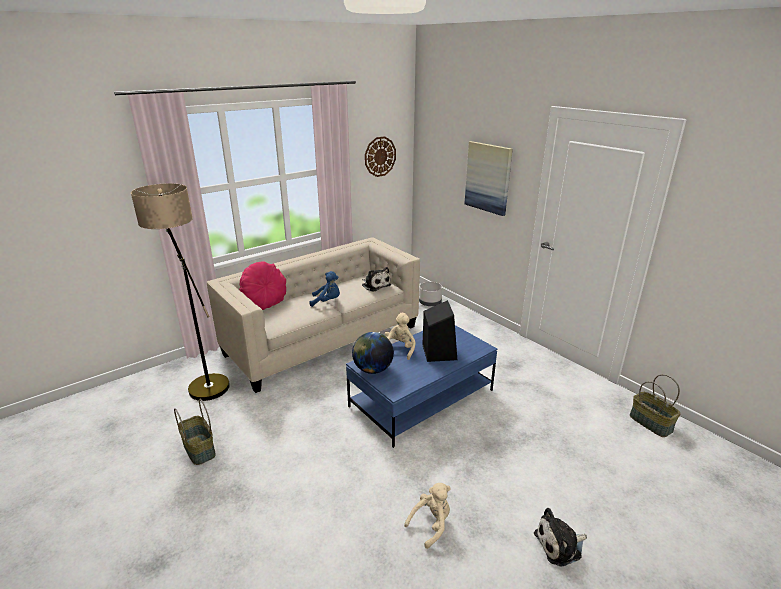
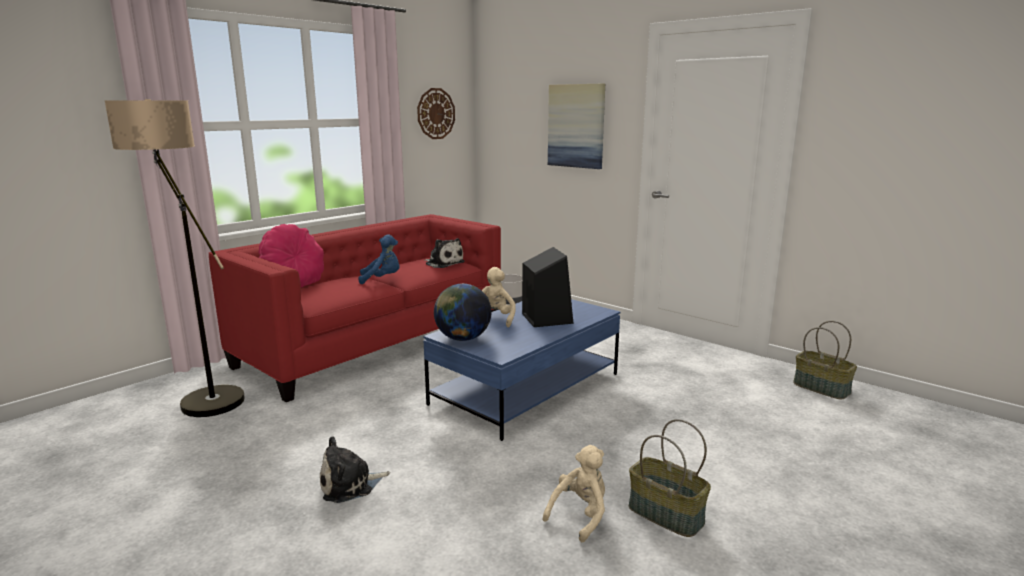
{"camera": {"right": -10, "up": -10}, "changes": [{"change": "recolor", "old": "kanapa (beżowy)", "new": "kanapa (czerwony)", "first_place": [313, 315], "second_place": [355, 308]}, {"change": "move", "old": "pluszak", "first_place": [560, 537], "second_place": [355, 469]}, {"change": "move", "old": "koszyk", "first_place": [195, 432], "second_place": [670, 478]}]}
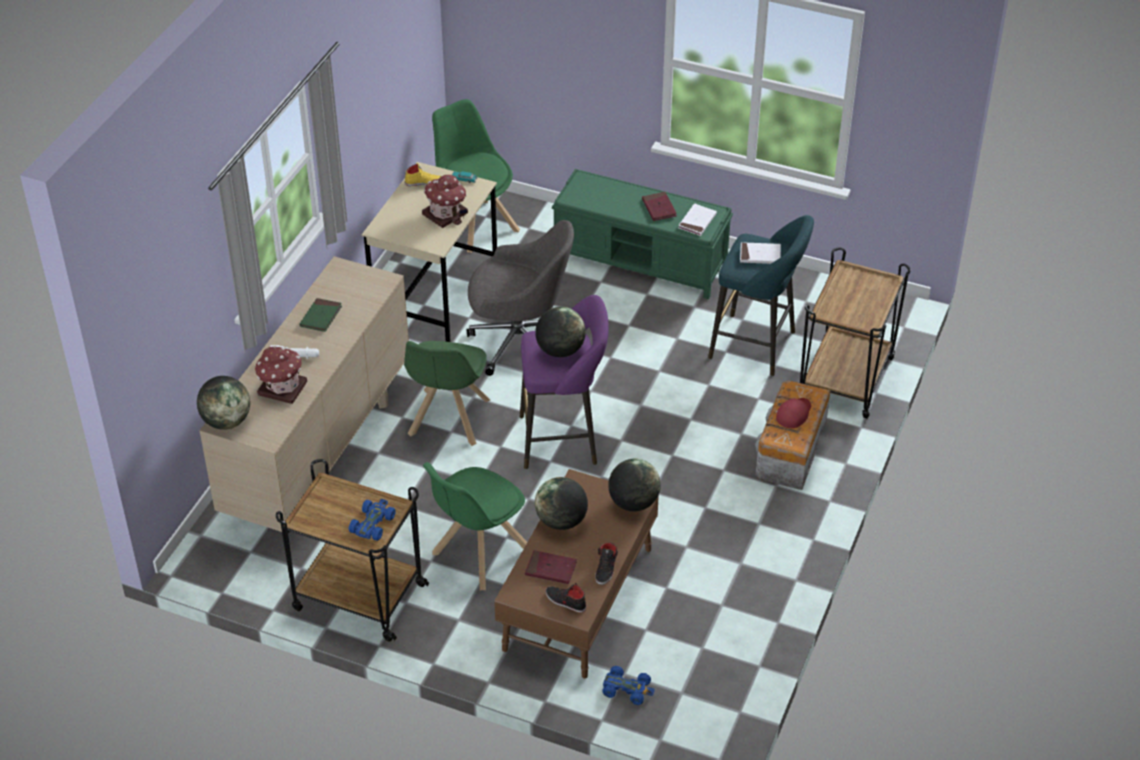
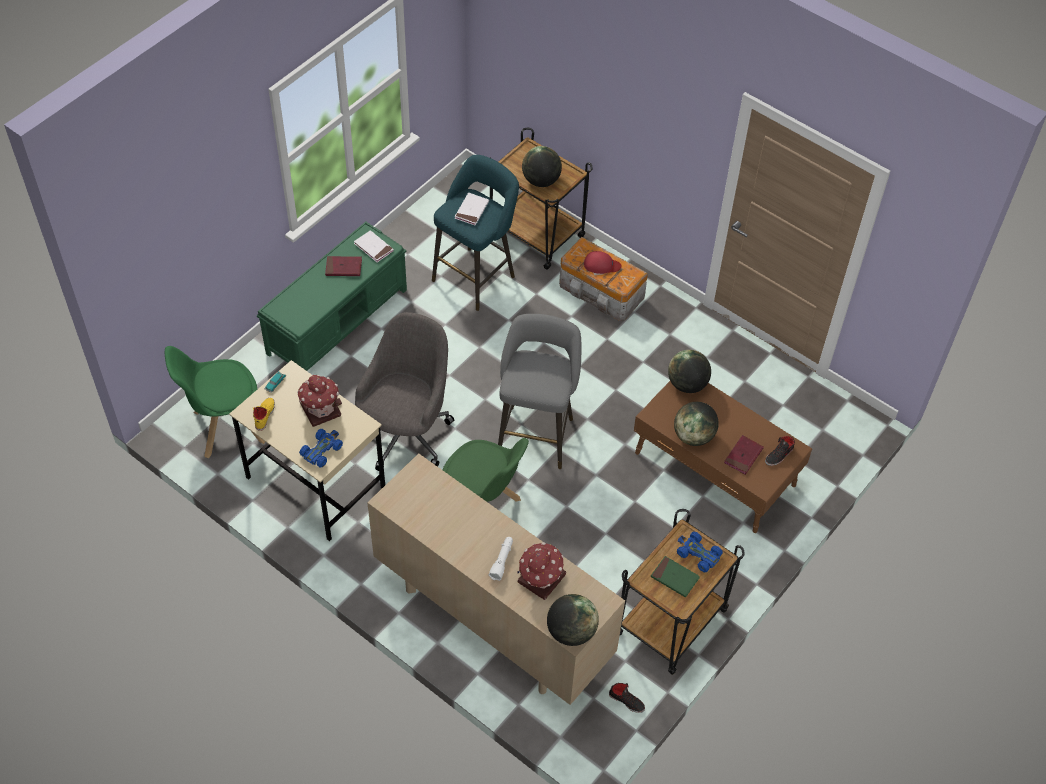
{"camera": {"right": -75, "up": 10}, "changes": [{"change": "move", "old": "samochodzik (niebieski)", "first_place": [628, 685], "second_place": [321, 448]}, {"change": "recolor", "old": "stołek (fioletowy)", "new": "stołek (szary)", "first_place": [564, 382], "second_place": [540, 391]}, {"change": "move", "old": "globus", "first_place": [560, 332], "second_place": [542, 166]}, {"change": "rotate", "old": "czapka z daszkiem (czerwony)", "first_place": [793, 413], "second_place": [603, 262], "degrees": 135}, {"change": "move", "old": "but (czarny)", "first_place": [606, 564], "second_place": [627, 698]}, {"change": "move", "old": "książka (zielony)", "first_place": [320, 315], "second_place": [675, 577]}, {"change": "delete", "old": "krzesło (zielony)", "first_place": [475, 526]}]}
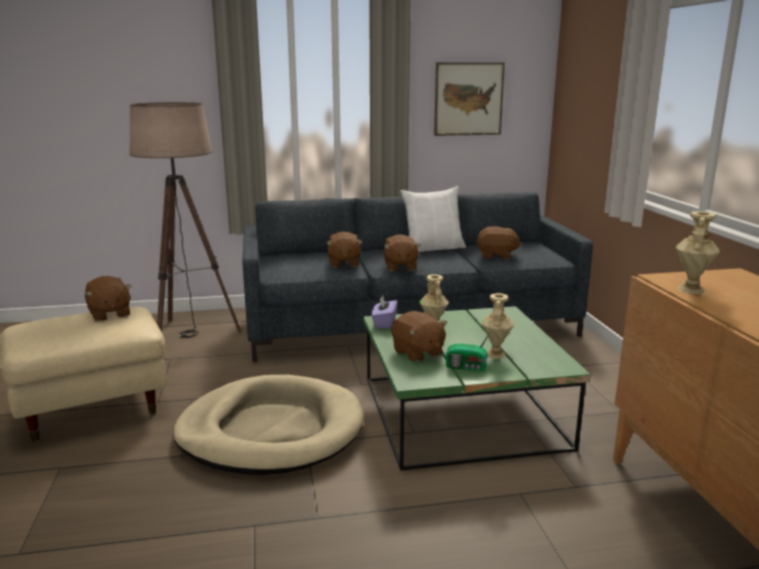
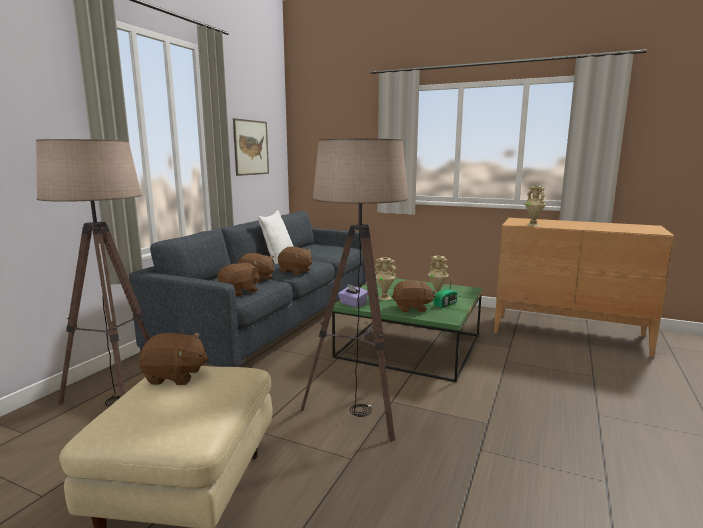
{"camera": {"right": -55, "up": -5}, "changes": [{"change": "move", "old": "pluszak (brązowy)", "first_place": [499, 242], "second_place": [238, 279]}, {"change": "replace", "old": "legowisko (beżowy)", "new": "lampa stojąca", "first_place": [268, 425], "second_place": [354, 290]}]}
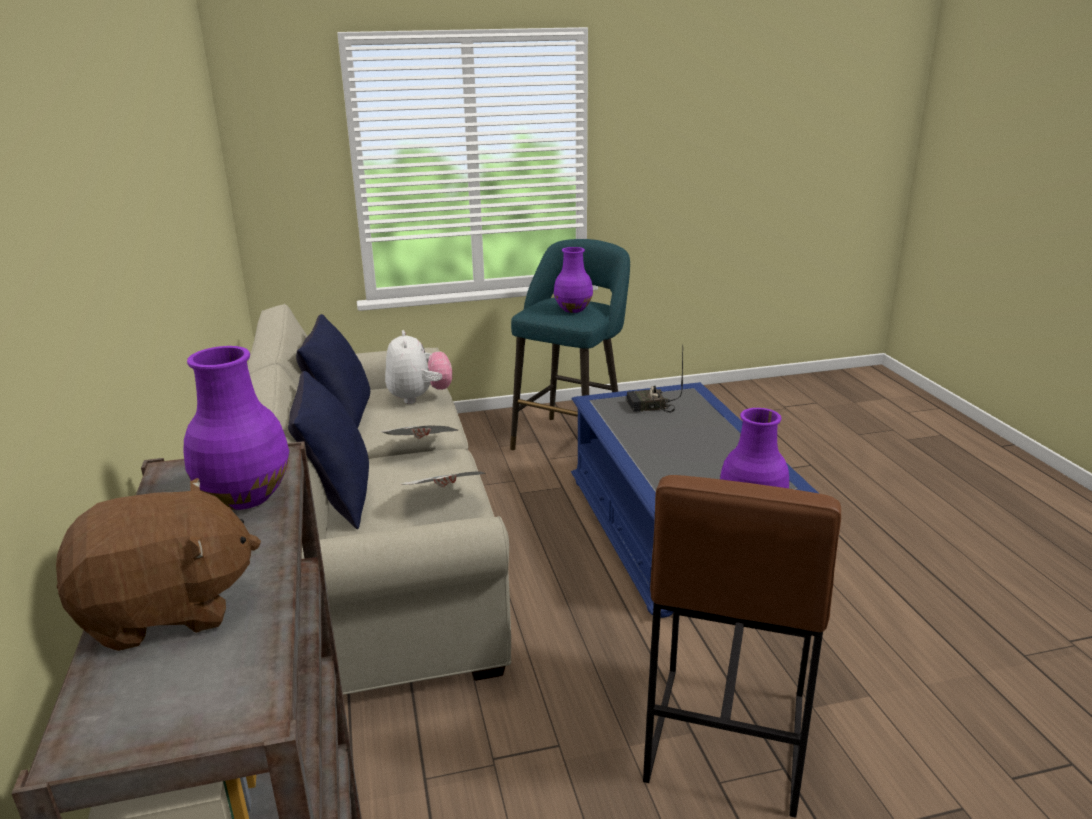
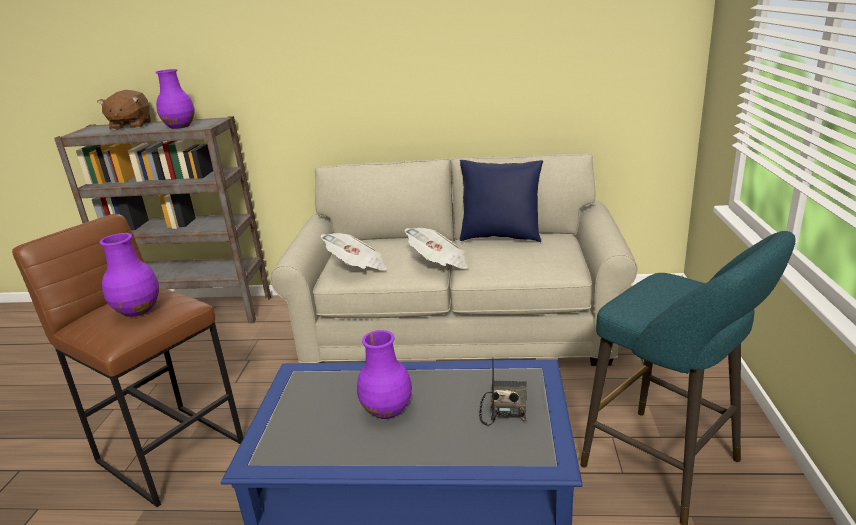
{"camera": {"right": 110, "up": 0}, "changes": [{"change": "move", "old": "wazon (fioletowy)", "first_place": [573, 280], "second_place": [384, 374]}, {"change": "delete", "old": "poduszka (niebieski)", "first_place": [328, 450]}, {"change": "delete", "old": "pluszak", "first_place": [418, 367]}]}
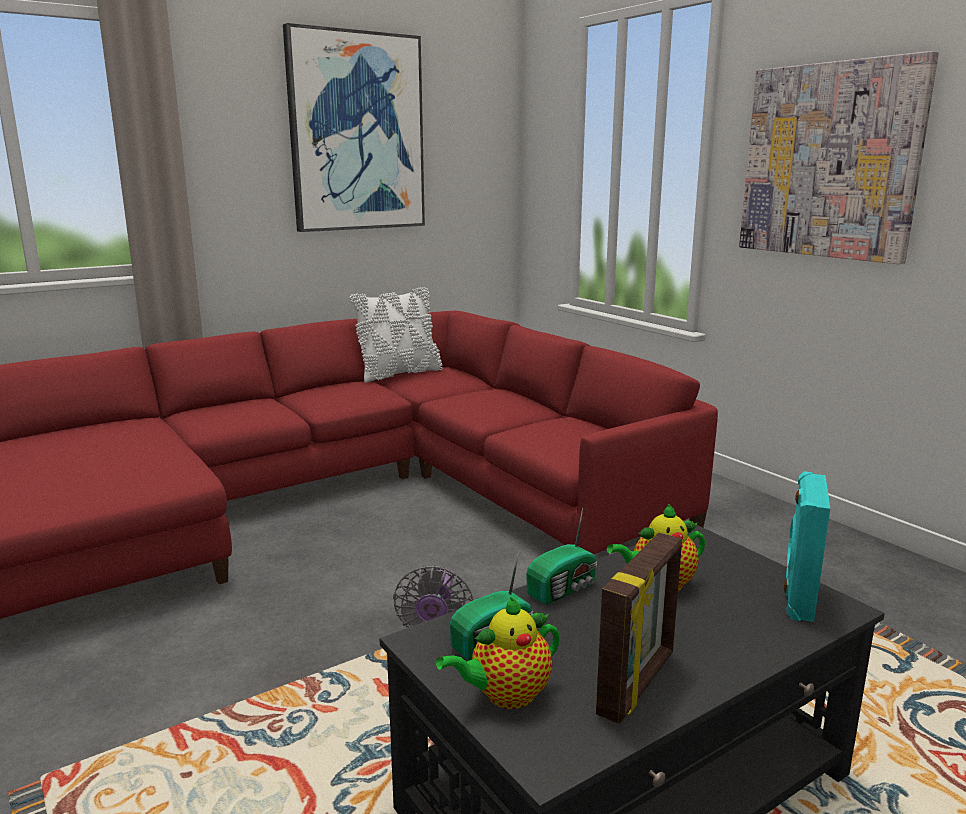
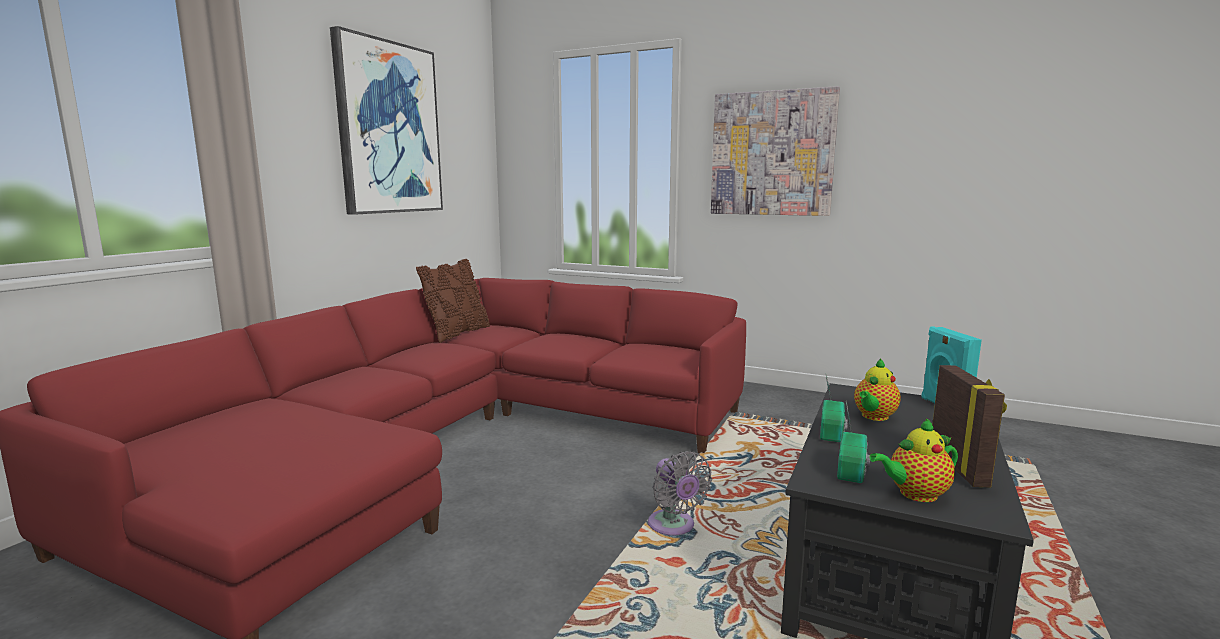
{"camera": {"right": -30, "up": -5}, "changes": [{"change": "recolor", "old": "poduszka (biały)", "new": "poduszka (brązowy)", "first_place": [396, 335], "second_place": [453, 301]}, {"change": "rotate", "old": "imbryk", "first_place": [498, 653], "second_place": [913, 460], "degrees": 45}]}
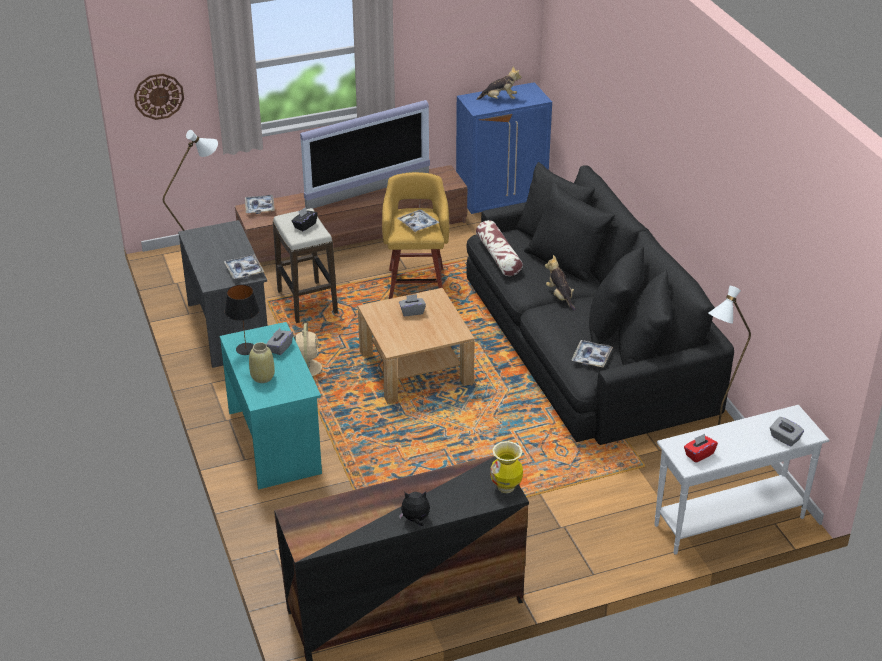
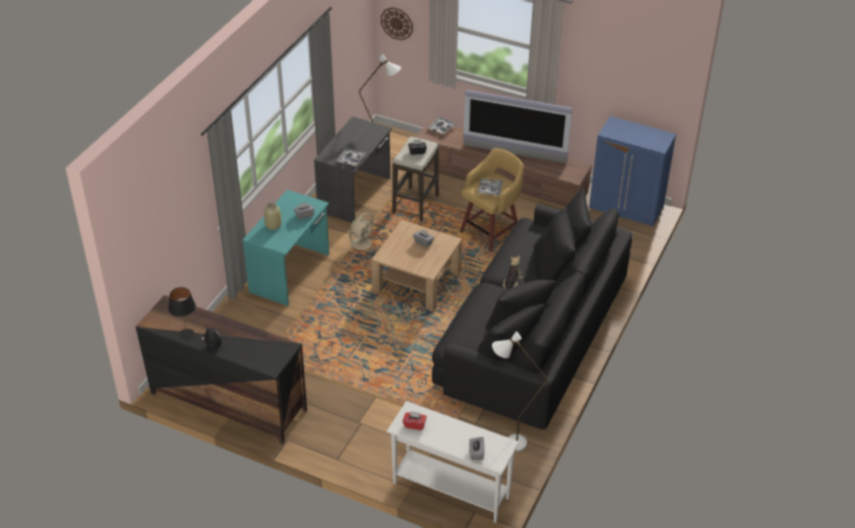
{"camera": {"right": 45, "up": 5}, "changes": [{"change": "move", "old": "lampa stołowa (czarny)", "first_place": [242, 319], "second_place": [182, 313]}, {"change": "delete", "old": "pluszak", "first_place": [499, 83]}, {"change": "delete", "old": "poduszka", "first_place": [499, 248]}, {"change": "delete", "old": "wazon", "first_place": [506, 467]}, {"change": "delete", "old": "taca", "first_place": [592, 354]}]}
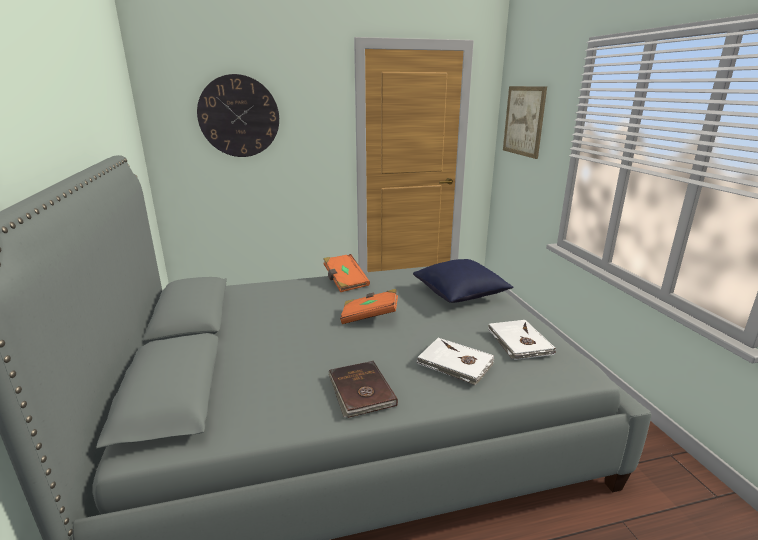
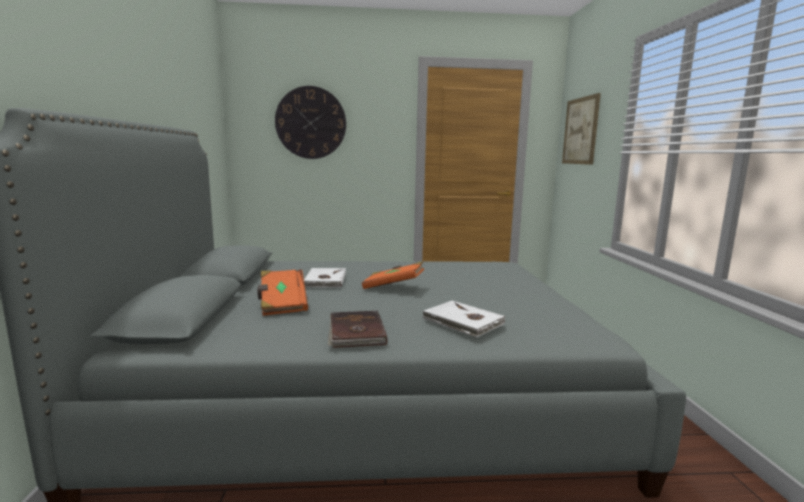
{"camera": {"right": 10, "up": -10}, "changes": [{"change": "move", "old": "książka (pomarańczowy)", "first_place": [346, 273], "second_place": [282, 293]}, {"change": "move", "old": "książka (biały)", "first_place": [522, 340], "second_place": [325, 278]}, {"change": "delete", "old": "poduszka (niebieski)", "first_place": [463, 281]}]}
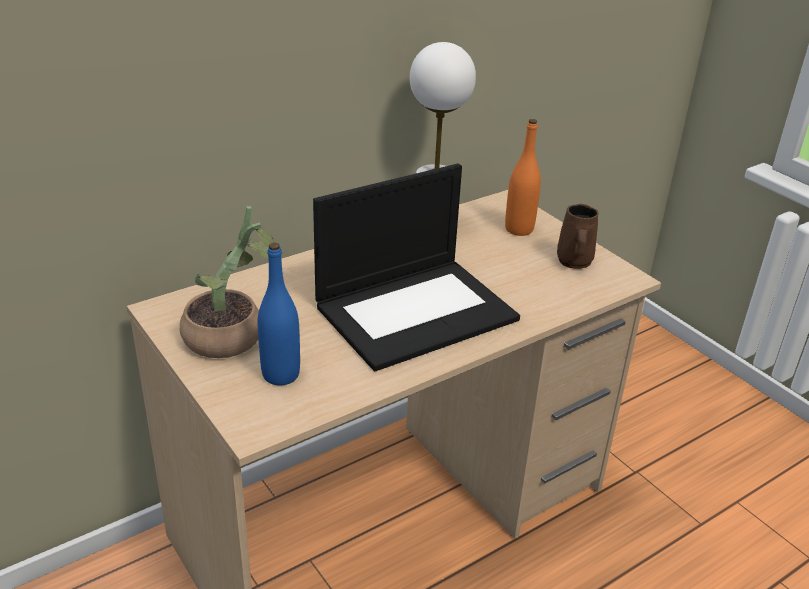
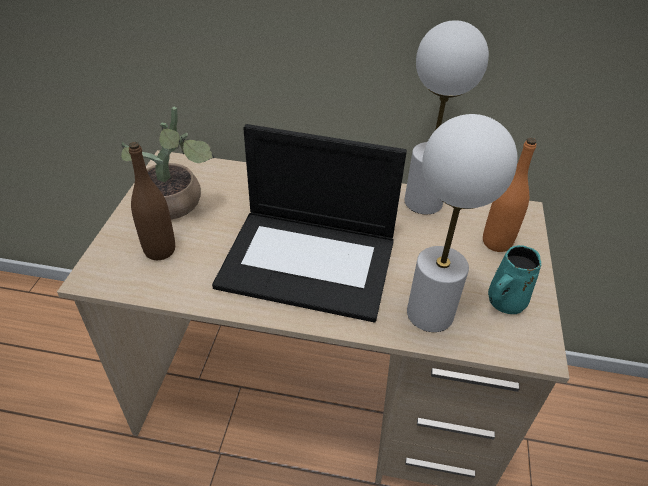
{"camera": {"right": 45, "up": 10}, "changes": [{"change": "recolor", "old": "butelka (niebieski)", "new": "butelka (brązowy)", "first_place": [279, 313], "second_place": [152, 201]}, {"change": "insert", "new": "lampa stołowa (biały)", "second_place": [462, 223]}, {"change": "recolor", "old": "kubek (brązowy)", "new": "kubek (turkusowy)", "first_place": [578, 236], "second_place": [514, 279]}]}
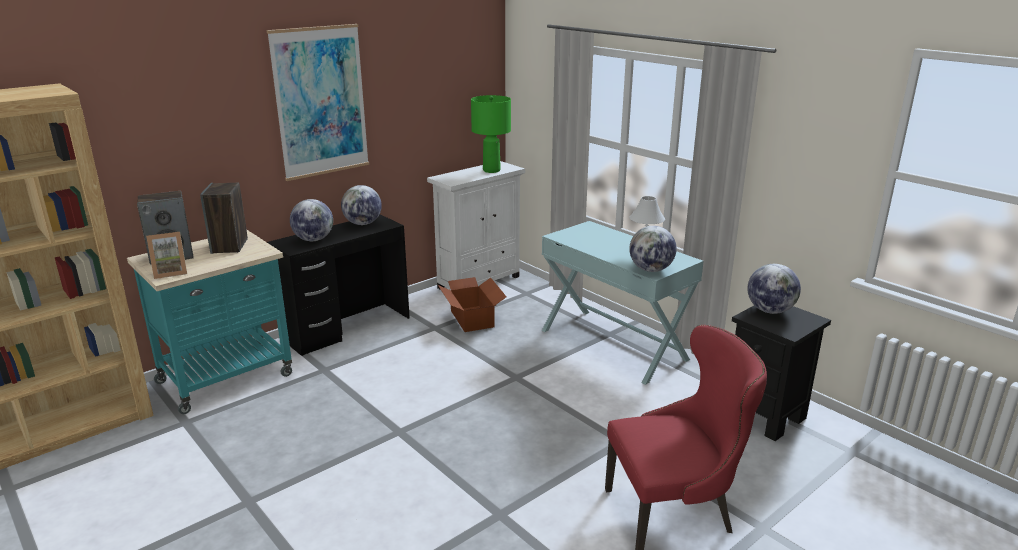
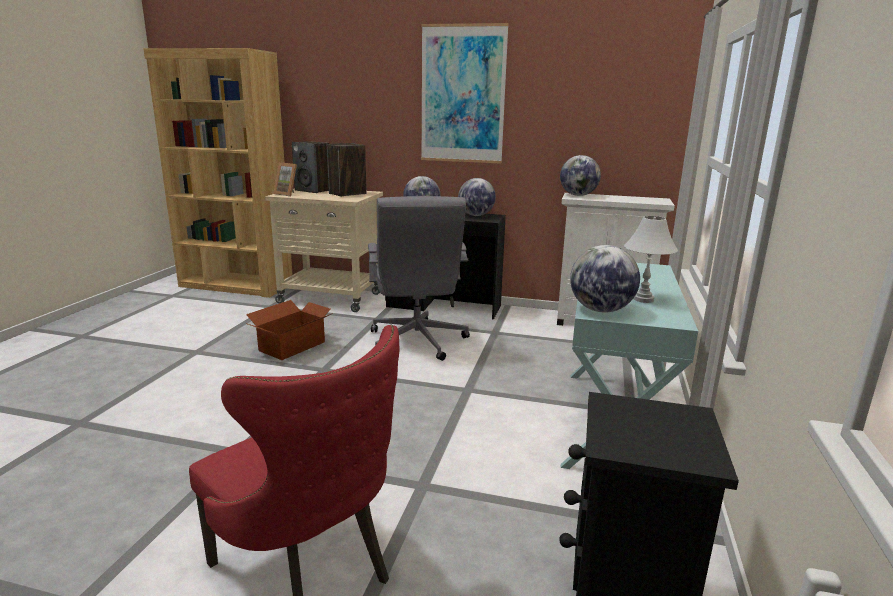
{"camera": {"right": 55, "up": -5}, "changes": [{"change": "move", "old": "karton", "first_place": [472, 304], "second_place": [289, 330]}, {"change": "recolor", "old": "wózek (turkusowy)", "new": "wózek (beżowy)", "first_place": [209, 321], "second_place": [324, 250]}, {"change": "insert", "new": "krzesło biurowe (szary)", "second_place": [419, 278]}, {"change": "move", "old": "globus", "first_place": [774, 289], "second_place": [580, 175]}, {"change": "delete", "old": "lampa stołowa (zielony)", "first_place": [491, 134]}]}
